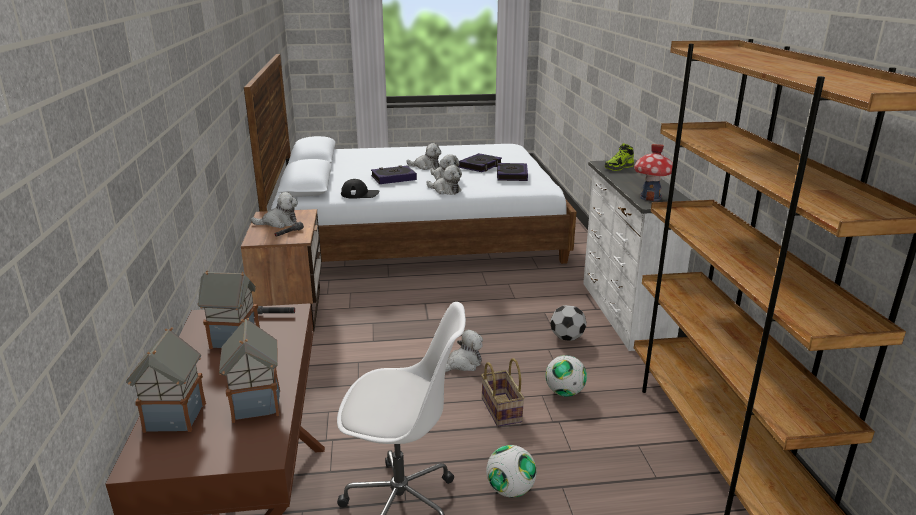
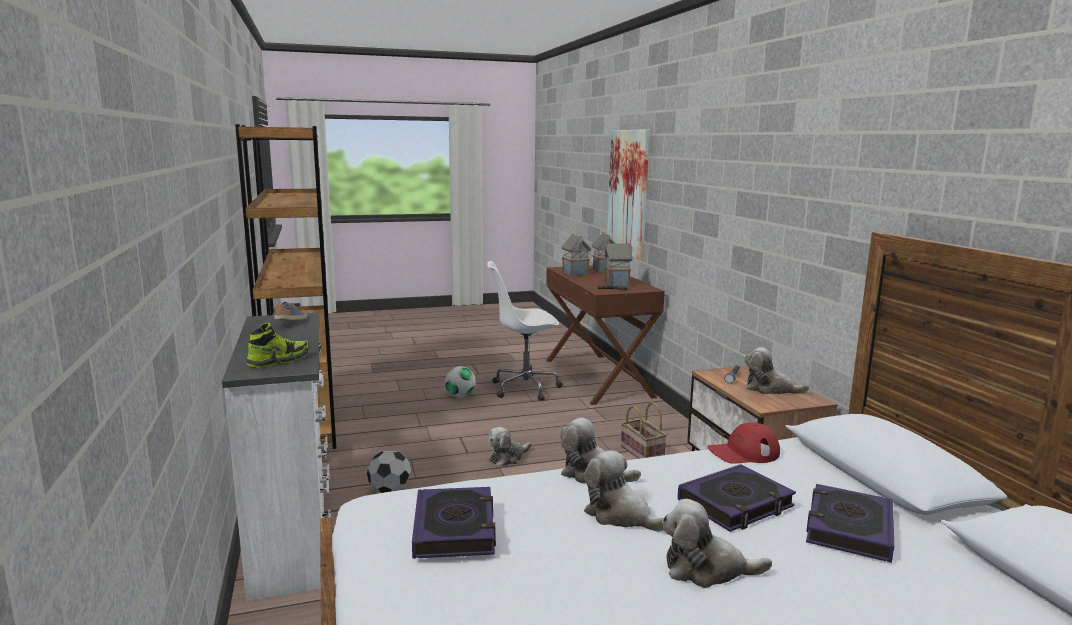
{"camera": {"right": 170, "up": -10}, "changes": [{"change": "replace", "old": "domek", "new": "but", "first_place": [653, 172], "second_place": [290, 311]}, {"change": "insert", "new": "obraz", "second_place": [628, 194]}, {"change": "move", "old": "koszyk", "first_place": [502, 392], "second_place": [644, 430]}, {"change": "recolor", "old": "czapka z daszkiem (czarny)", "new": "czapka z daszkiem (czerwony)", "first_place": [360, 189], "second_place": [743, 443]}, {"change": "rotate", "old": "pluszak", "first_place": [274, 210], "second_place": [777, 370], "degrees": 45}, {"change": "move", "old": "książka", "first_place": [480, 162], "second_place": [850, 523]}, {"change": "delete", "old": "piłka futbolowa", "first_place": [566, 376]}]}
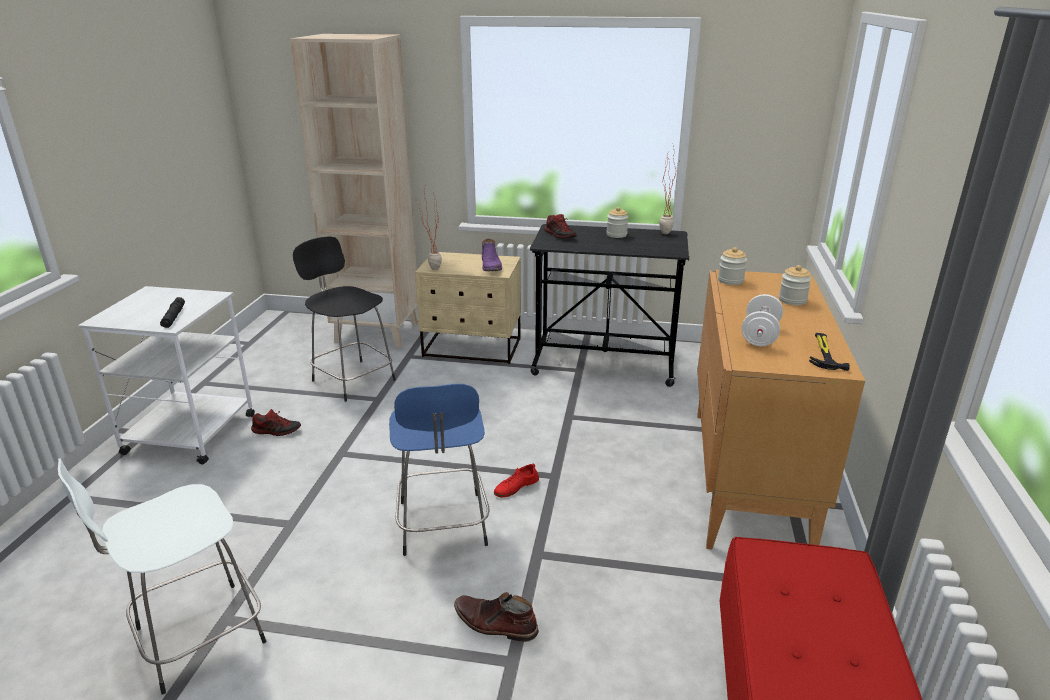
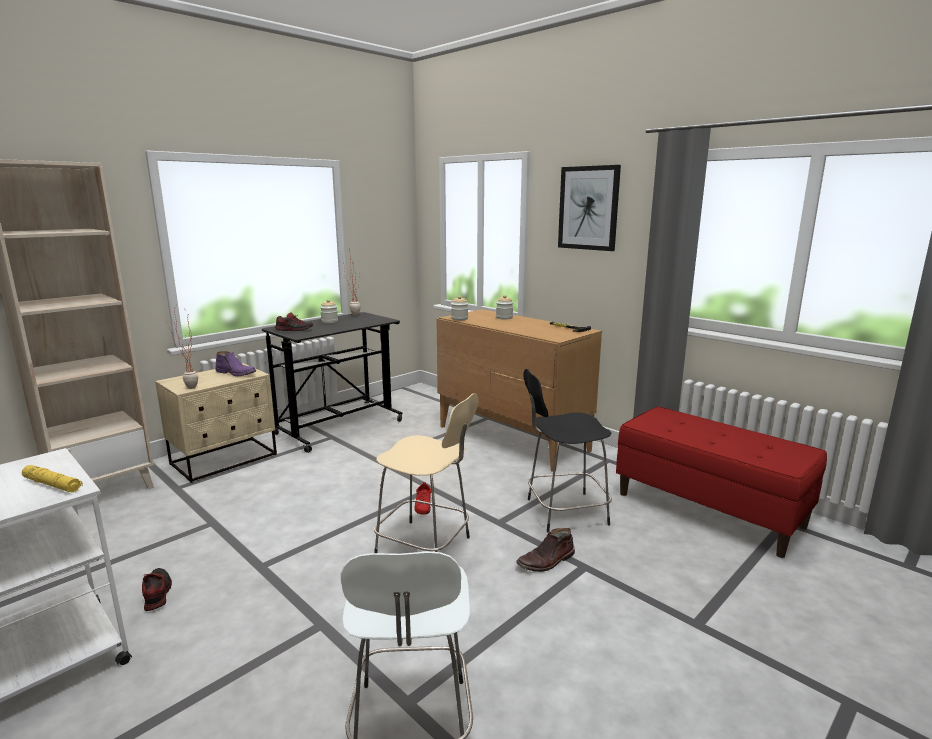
{"camera": {"right": -55, "up": -10}, "changes": [{"change": "recolor", "old": "latarka (czarny)", "new": "latarka (żółty)", "first_place": [172, 312], "second_place": [52, 479]}, {"change": "rotate", "old": "but", "first_place": [276, 422], "second_place": [157, 589], "degrees": -60}, {"change": "recolor", "old": "stołek (niebieski)", "new": "stołek (beżowy)", "first_place": [439, 470], "second_place": [426, 473]}, {"change": "move", "old": "stołek (czarny)", "first_place": [344, 319], "second_place": [567, 450]}, {"change": "insert", "new": "obraz", "second_place": [589, 208]}, {"change": "delete", "old": "hantel (biały)", "first_place": [762, 320]}]}
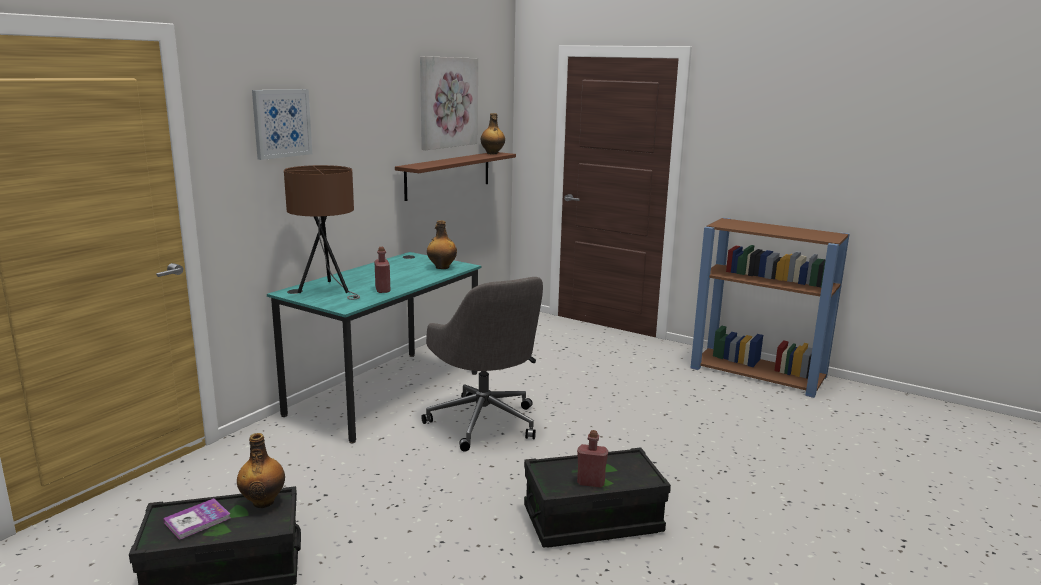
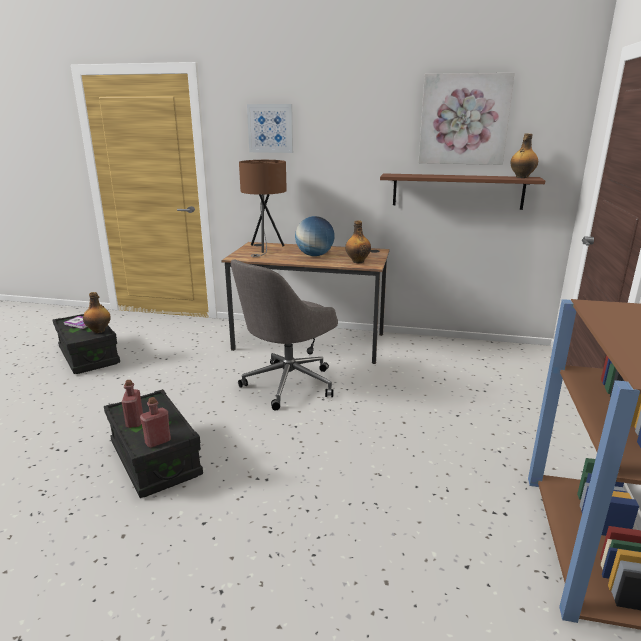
{"camera": {"right": 70, "up": 5}, "changes": [{"change": "move", "old": "butelka (czerwony)", "first_place": [382, 270], "second_place": [155, 422]}, {"change": "recolor", "old": "biurko (turkusowy)", "new": "biurko (brązowy)", "first_place": [374, 347], "second_place": [305, 303]}, {"change": "insert", "new": "globus", "second_place": [315, 236]}]}
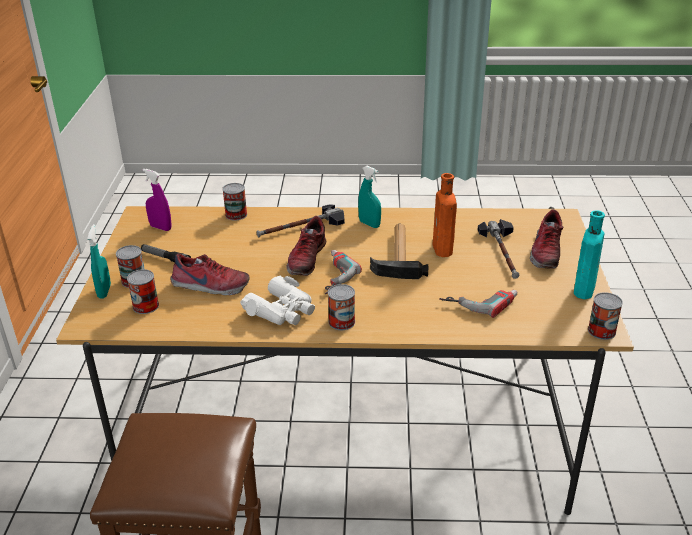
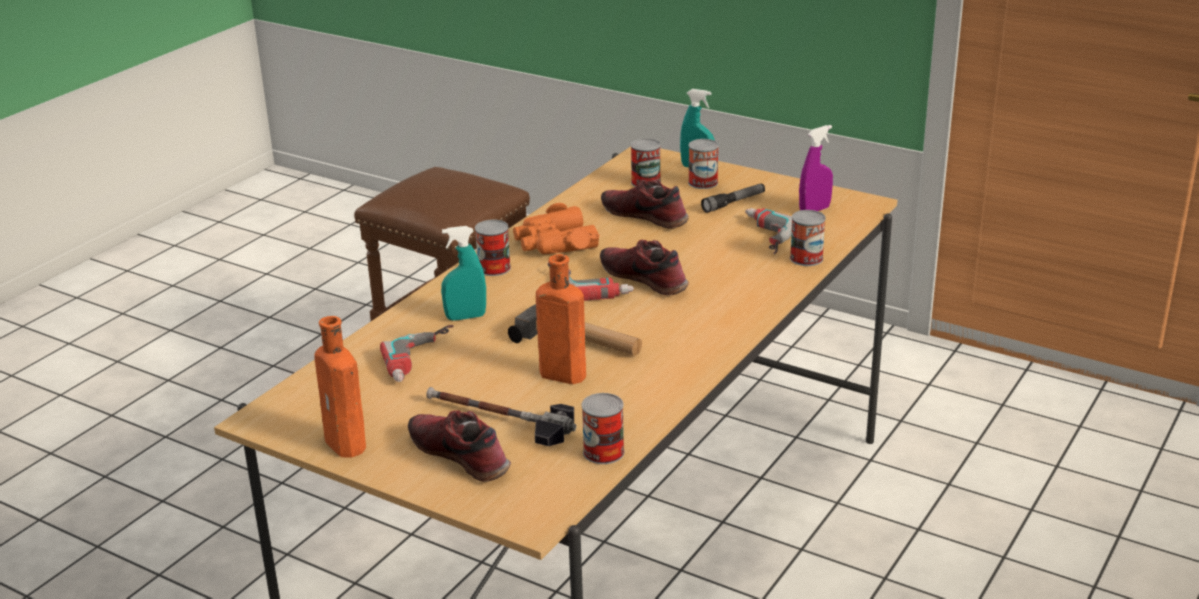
{"camera": {"right": 120, "up": -5}, "changes": [{"change": "recolor", "old": "butelka (turkusowy)", "new": "butelka (pomarańczowy)", "first_place": [589, 255], "second_place": [340, 387]}, {"change": "move", "old": "spryskiwacz (turkusowy)", "first_place": [369, 197], "second_place": [463, 273]}, {"change": "recolor", "old": "lornetka (biały)", "new": "lornetka (pomarańczowy)", "first_place": [277, 300], "second_place": [556, 228]}, {"change": "move", "old": "puszka", "first_place": [605, 316], "second_place": [603, 428]}, {"change": "rotate", "old": "but", "first_place": [210, 274], "second_place": [645, 203], "degrees": 90}, {"change": "insert", "new": "wiertarka", "second_place": [768, 231]}, {"change": "delete", "old": "młotek", "first_place": [300, 220]}]}
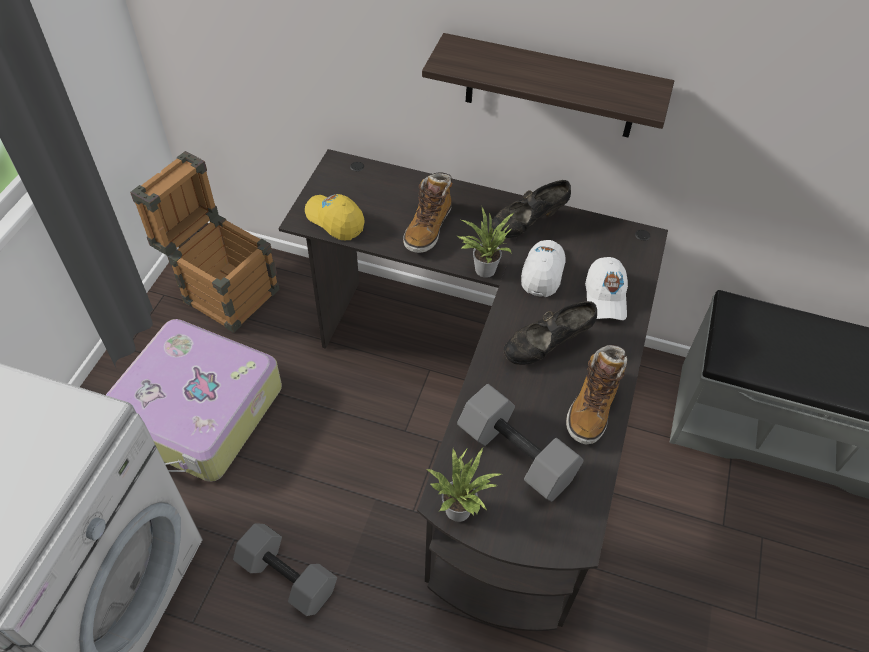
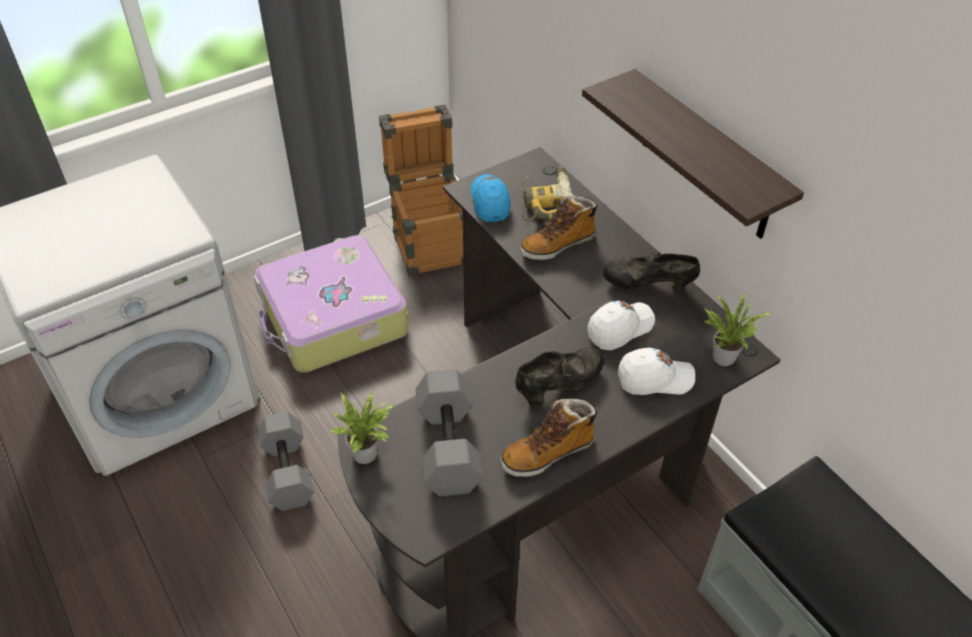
{"camera": {"right": 40, "up": -5}, "changes": [{"change": "recolor", "old": "czapka z daszkiem (żółty)", "new": "czapka z daszkiem (niebieski)", "first_place": [335, 217], "second_place": [490, 198]}, {"change": "rotate", "old": "but (czarny)", "first_place": [550, 333], "second_place": [560, 377], "degrees": 135}, {"change": "insert", "new": "wiertarka", "second_place": [547, 193]}, {"change": "rotate", "old": "czapka z daszkiem (biały)", "first_place": [606, 288], "second_place": [656, 371], "degrees": -135}, {"change": "move", "old": "roślina doniczkowa", "first_place": [485, 242], "second_place": [738, 329]}]}
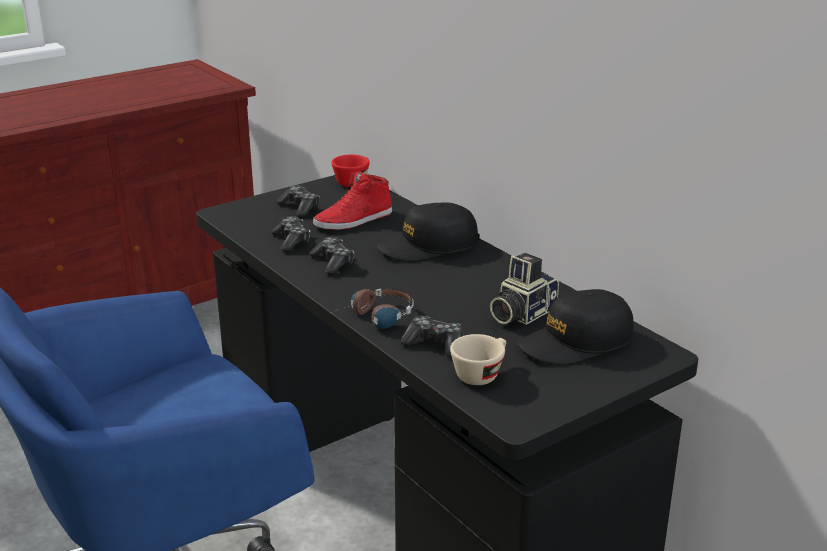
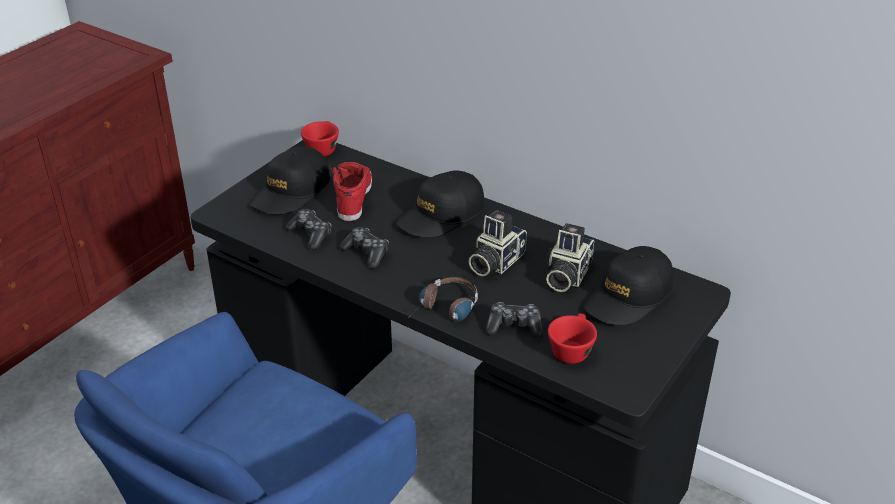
{"camera": {"right": -20, "up": 10}, "changes": [{"change": "replace", "old": "pad do gier", "new": "czapka z daszkiem (czarny)", "first_place": [298, 201], "second_place": [290, 180]}, {"change": "rotate", "old": "but (czerwony)", "first_place": [352, 200], "second_place": [351, 192], "degrees": 150}, {"change": "insert", "new": "aparat fotograficzny", "second_place": [498, 243]}, {"change": "recolor", "old": "filiżanka (beżowy)", "new": "filiżanka (czerwony)", "first_place": [478, 359], "second_place": [572, 338]}]}
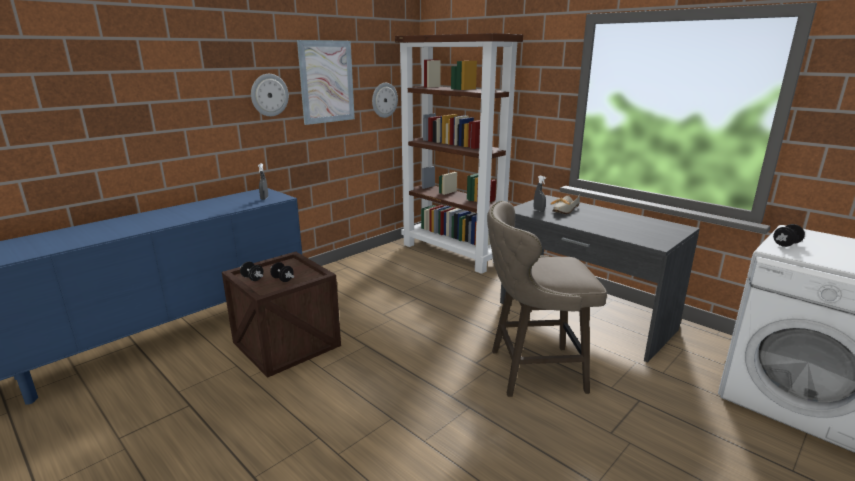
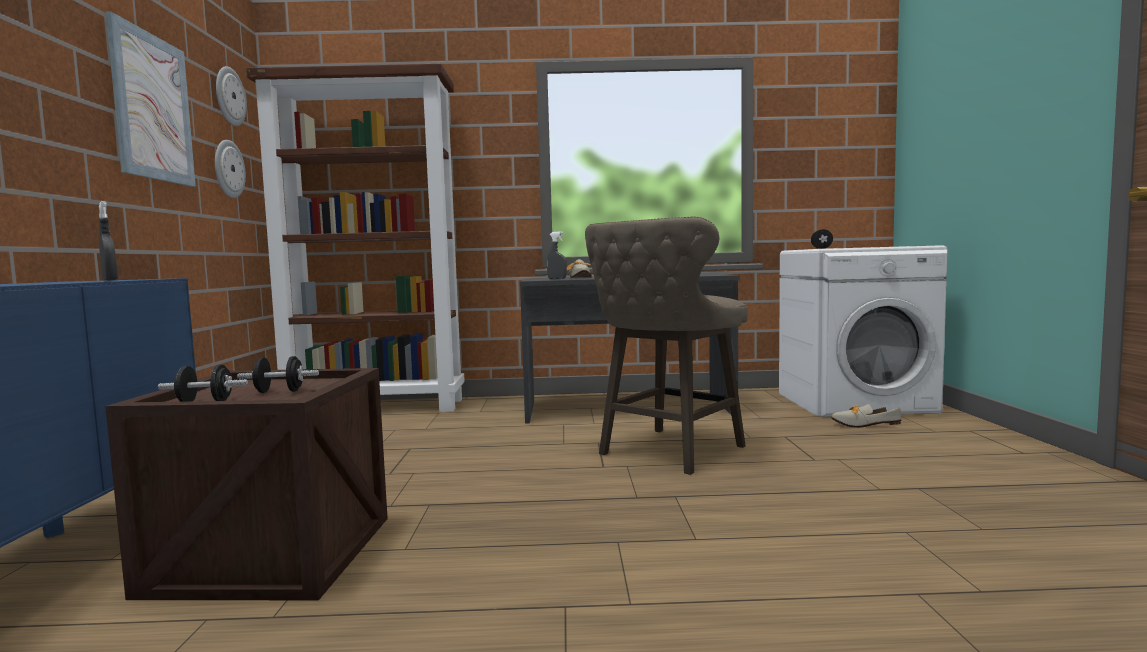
{"camera": {"right": -45, "up": -15}, "changes": [{"change": "move", "old": "zegar ścienny", "first_place": [270, 95], "second_place": [231, 96]}, {"change": "insert", "new": "but", "second_place": [866, 416]}]}
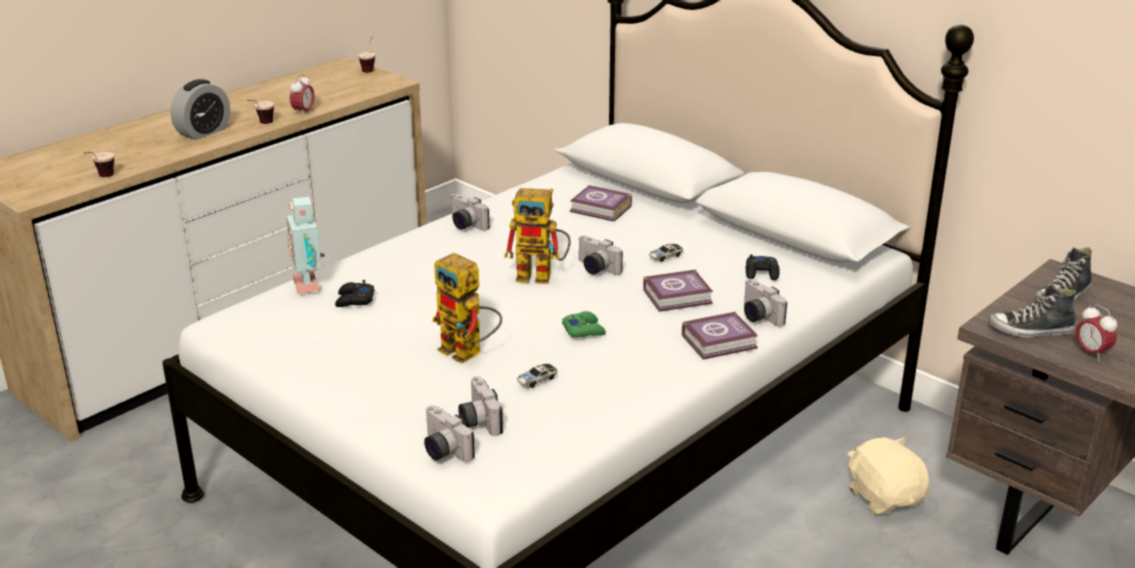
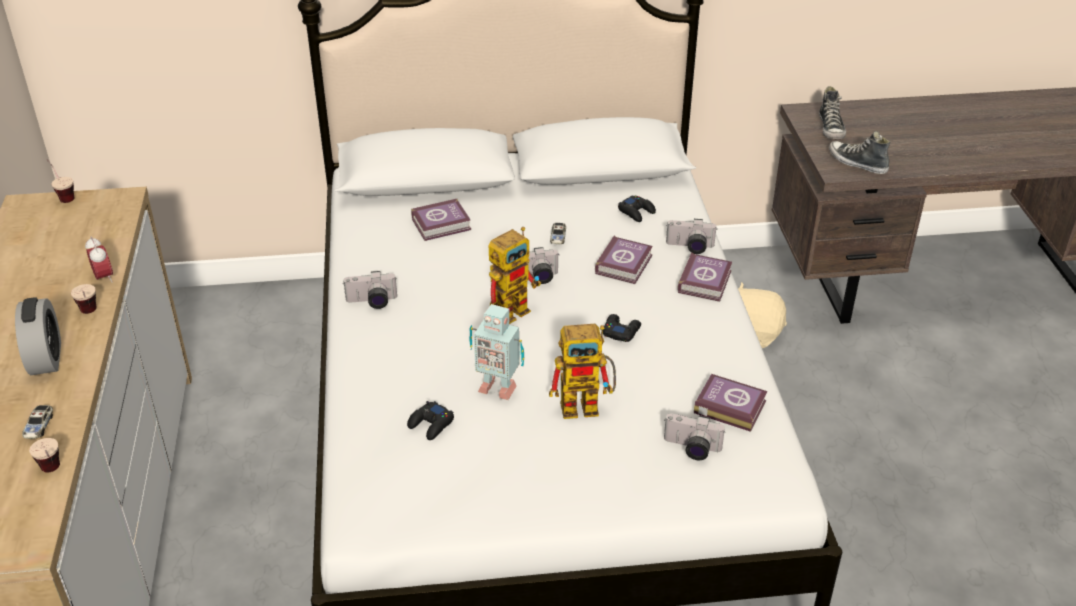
{"camera": {"right": -50, "up": 10}, "changes": [{"change": "move", "old": "samochodzik", "first_place": [537, 376], "second_place": [37, 422]}, {"change": "move", "old": "robot zabawkowy", "first_place": [305, 245], "second_place": [496, 352]}, {"change": "recolor", "old": "pad do gier (zielony)", "new": "pad do gier (czarny)", "first_place": [584, 324], "second_place": [622, 328]}, {"change": "insert", "new": "książka", "second_place": [731, 403]}, {"change": "rotate", "old": "but", "first_place": [1032, 310], "second_place": [860, 152], "degrees": 90}, {"change": "delete", "old": "aparat fotograficzny", "first_place": [449, 433]}, {"change": "delete", "old": "budzik", "first_place": [1097, 333]}]}
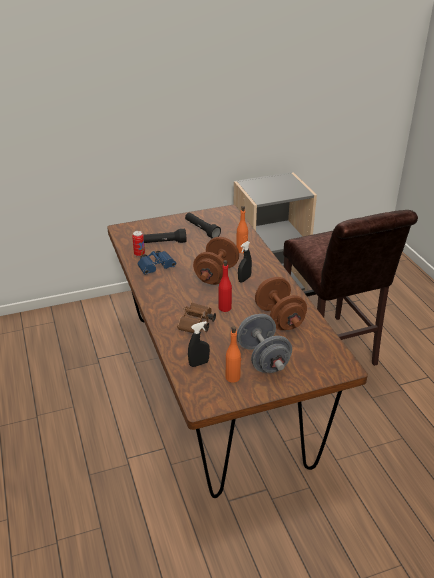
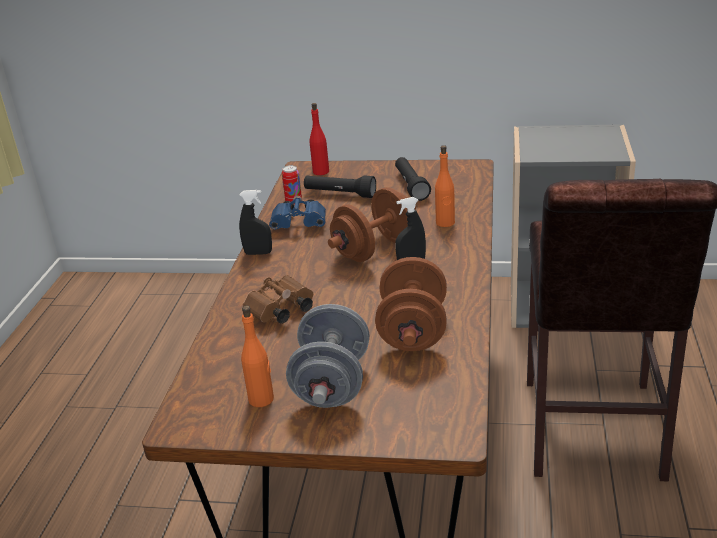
{"camera": {"right": 30, "up": -5}, "changes": [{"change": "move", "old": "spryskiwacz (czarny)", "first_place": [199, 344], "second_place": [255, 222]}, {"change": "move", "old": "butelka (czerwony)", "first_place": [225, 286], "second_place": [319, 139]}]}
